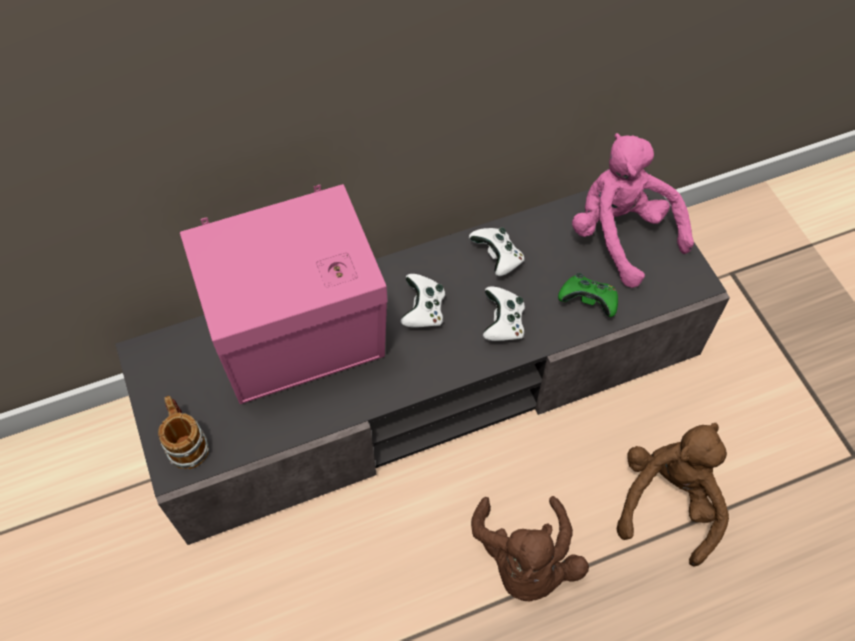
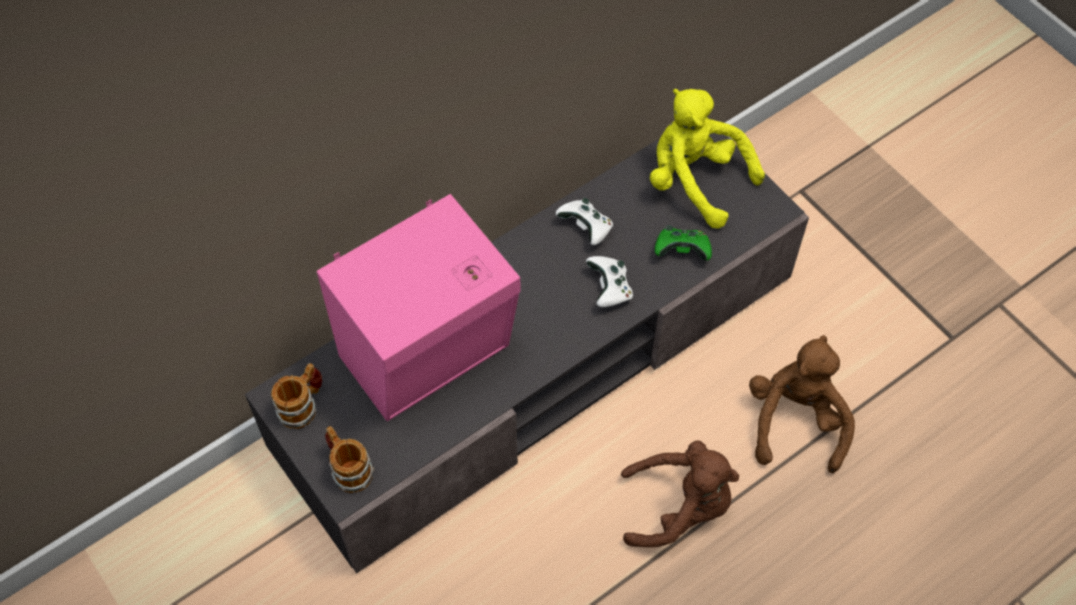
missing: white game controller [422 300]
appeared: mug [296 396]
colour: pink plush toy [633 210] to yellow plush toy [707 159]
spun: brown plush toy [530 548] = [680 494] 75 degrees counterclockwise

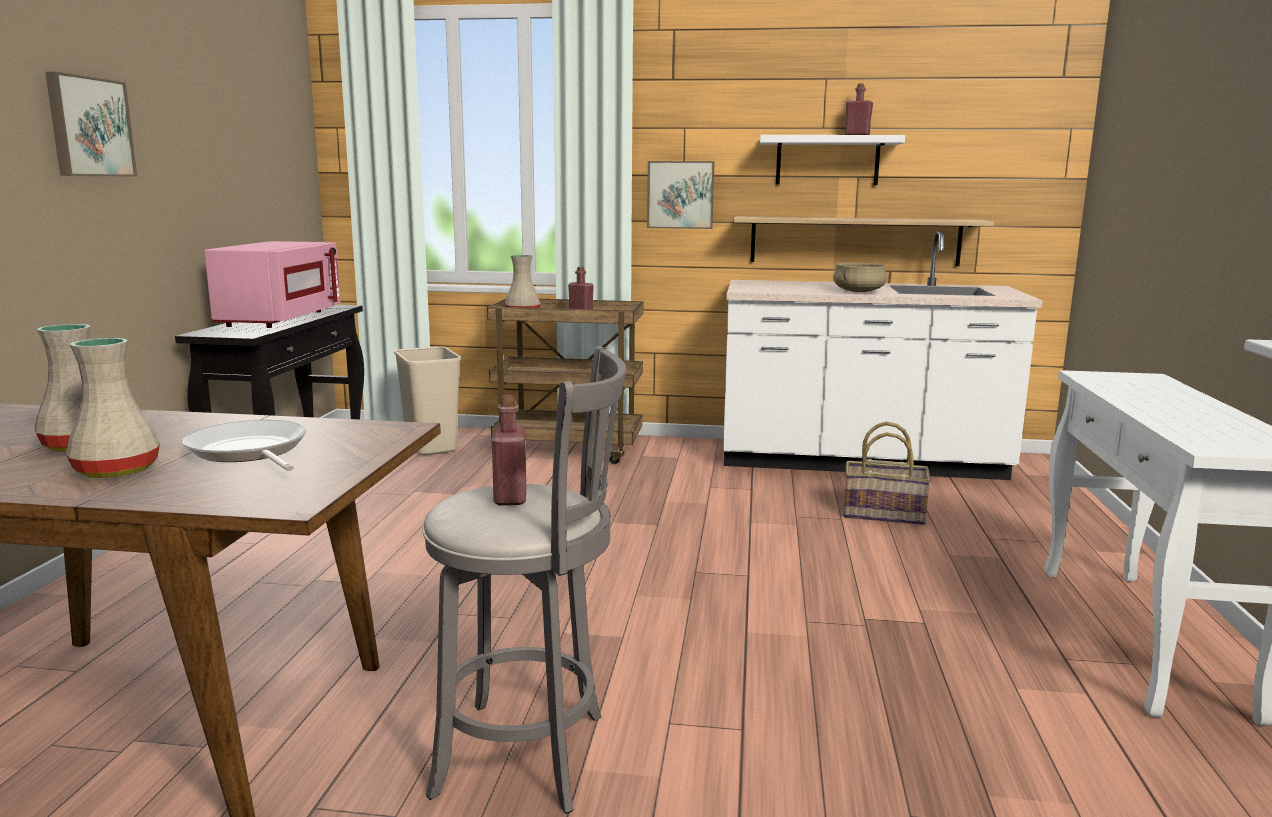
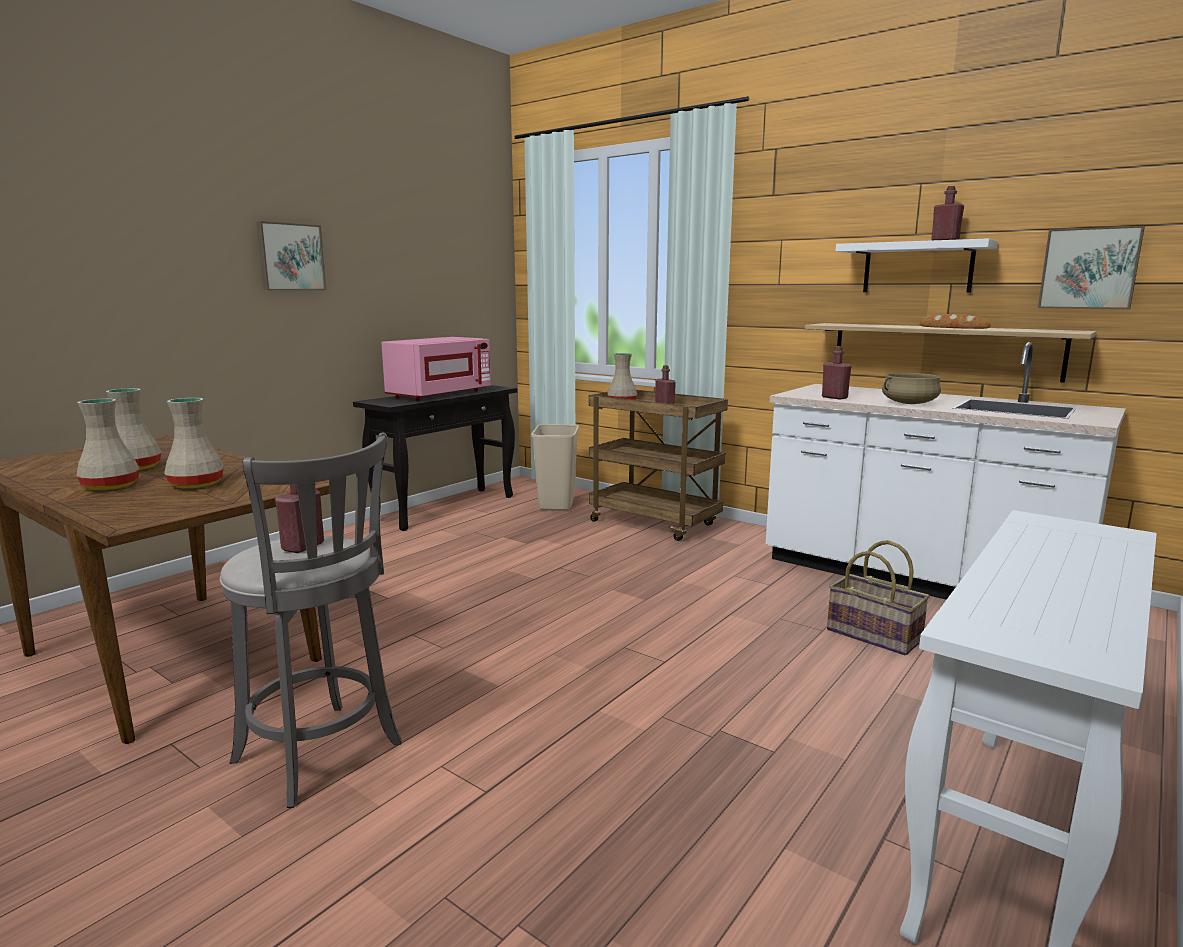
appeared: red bottle [836 372]; bread [955 321]
relocated: picture [680 195] to [1091 267]
exchanged: frying pan [244 445] to beige vase [194 443]

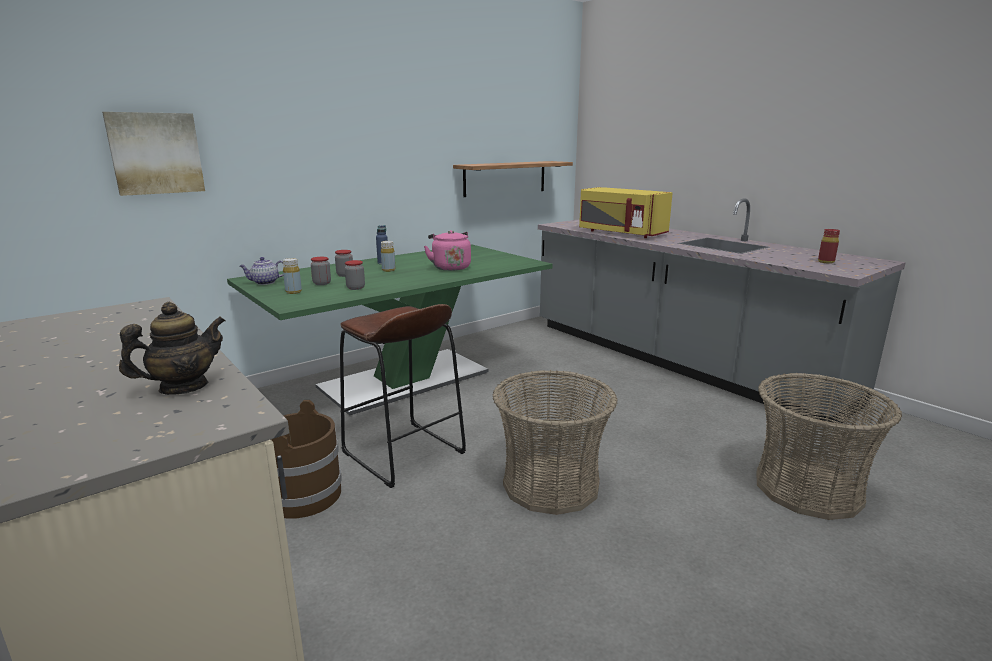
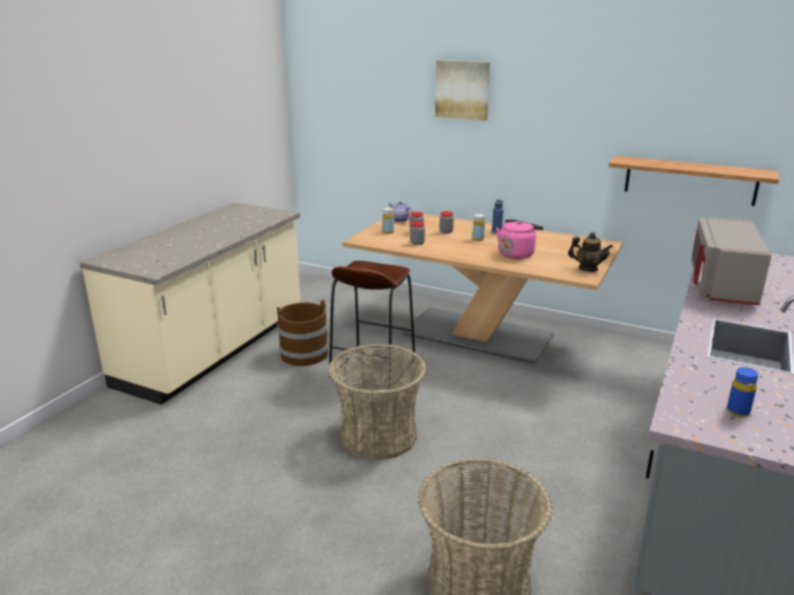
relocated: picture [153 154] to [462 90]; teapot [172 348] to [590 252]
colour: green dining table [390 329] to beige dining table [482 288]; yellow microwave [626 212] to grey microwave [731 261]; red bottle [829 246] to blue bottle [742 392]

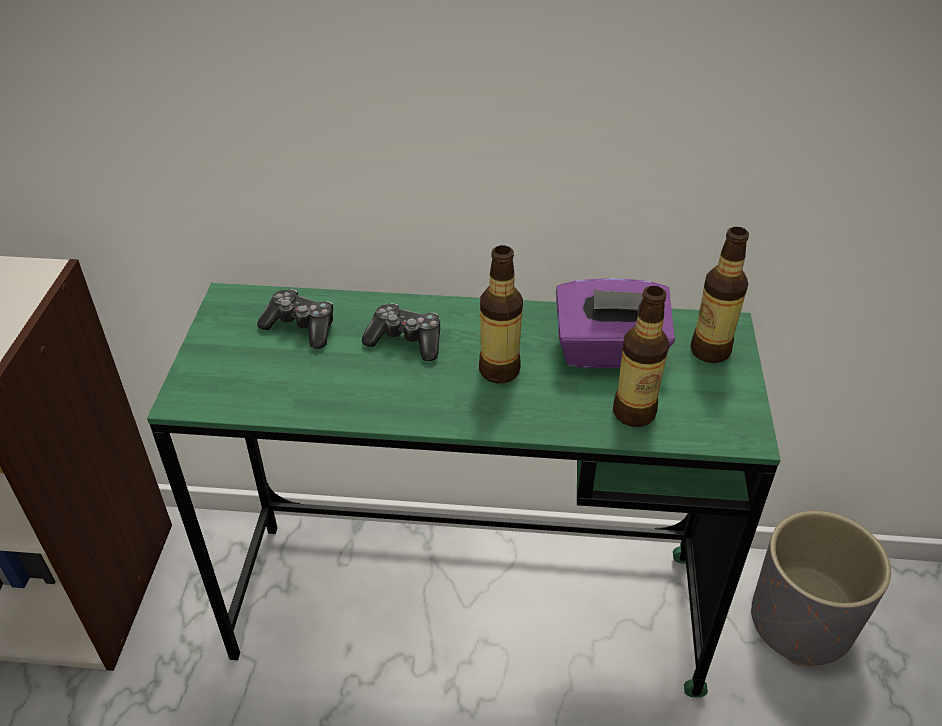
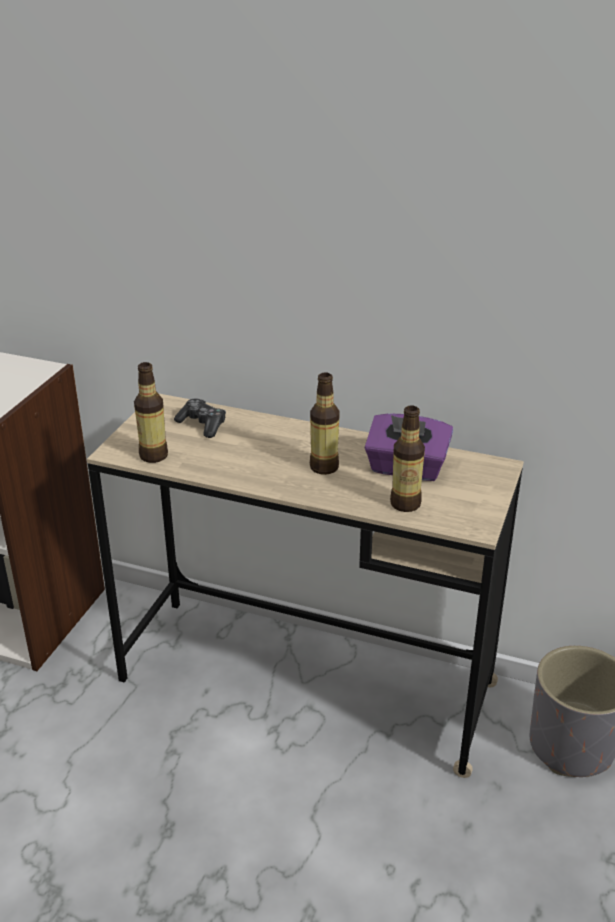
missing: game controller [401 332]
relocated: bottle [719 295] to [151 412]
colour: green desk [464 490] to beige desk [305 585]

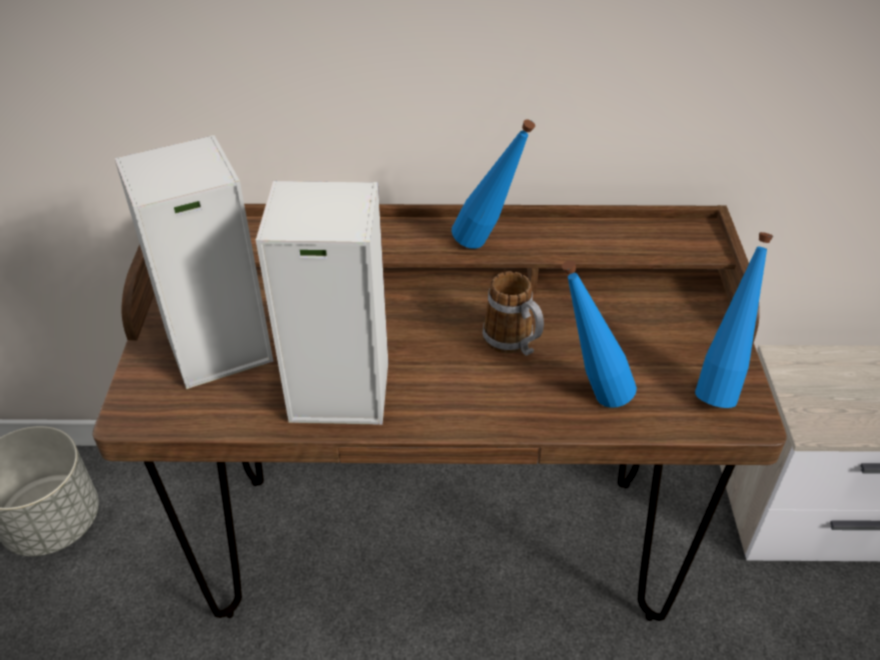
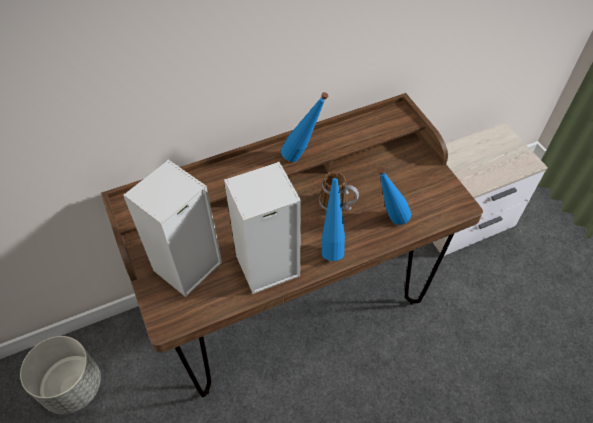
relocated: blue bottle [734 320] to [333 216]

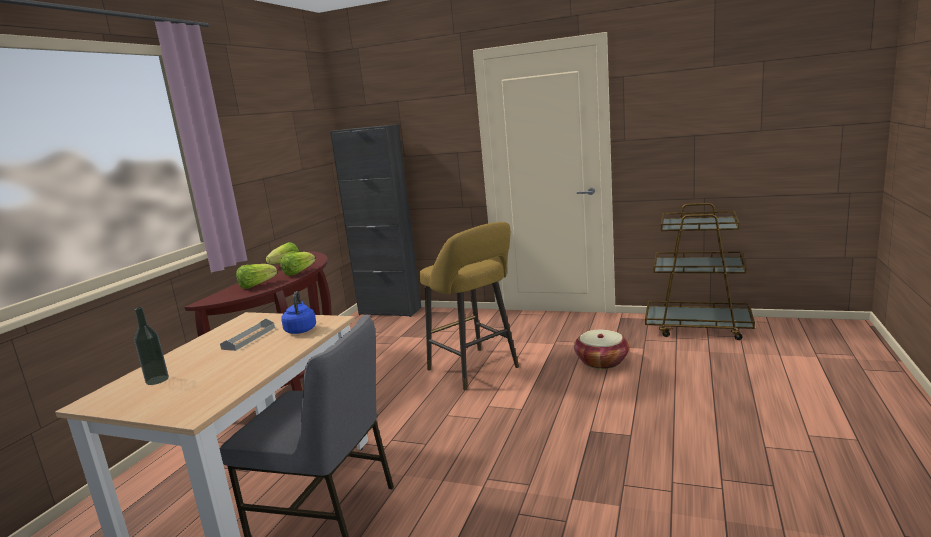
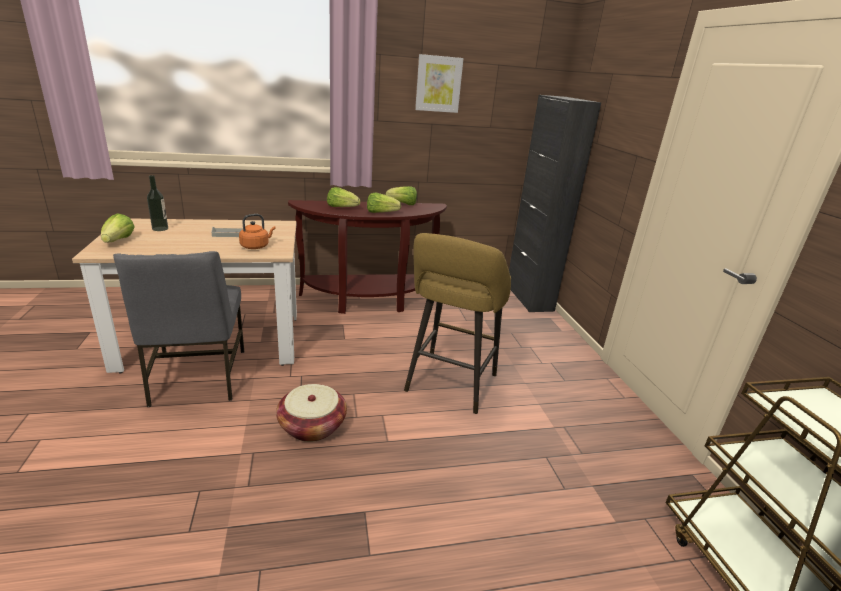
appeared: lettuce [118 228]; picture [439 83]
relocated: basket [601 349] to [311 413]
colour: blue kettle [298 312] to orange kettle [257 231]

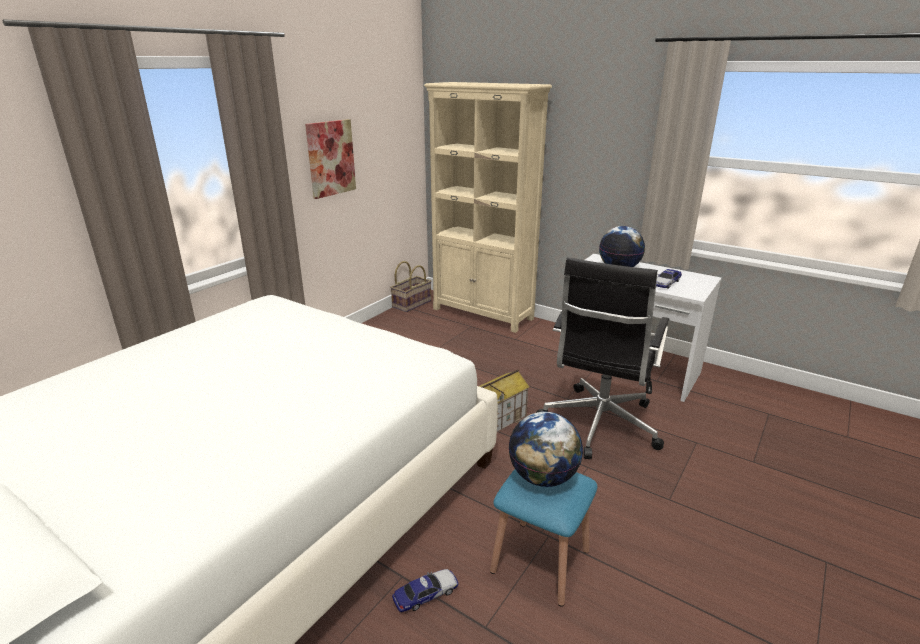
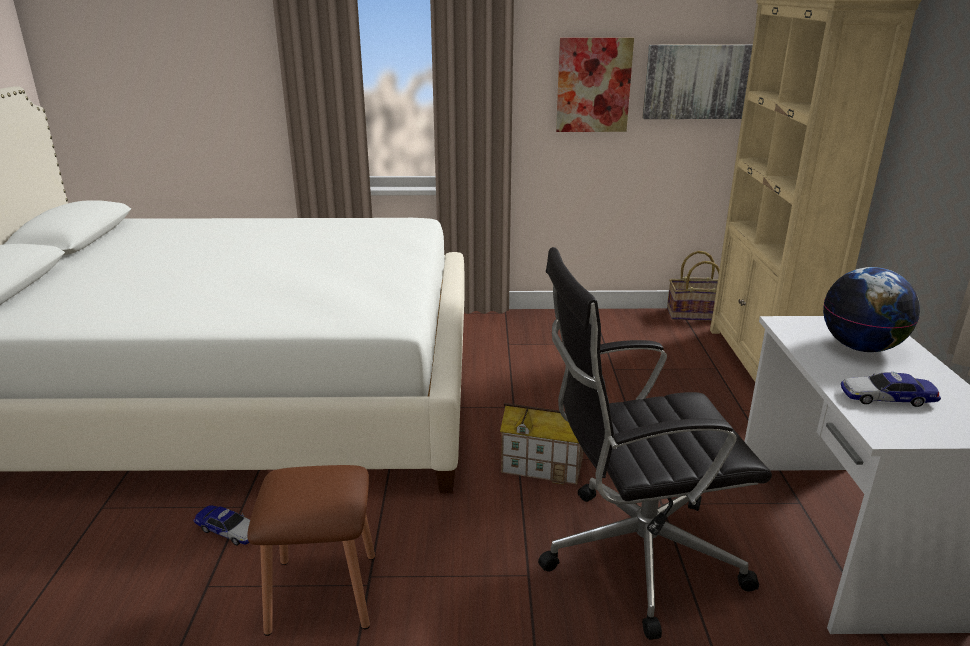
missing: globe [546 449]
appeared: picture [697 82]
colour: blue stool [543 538] to brown stool [311 550]

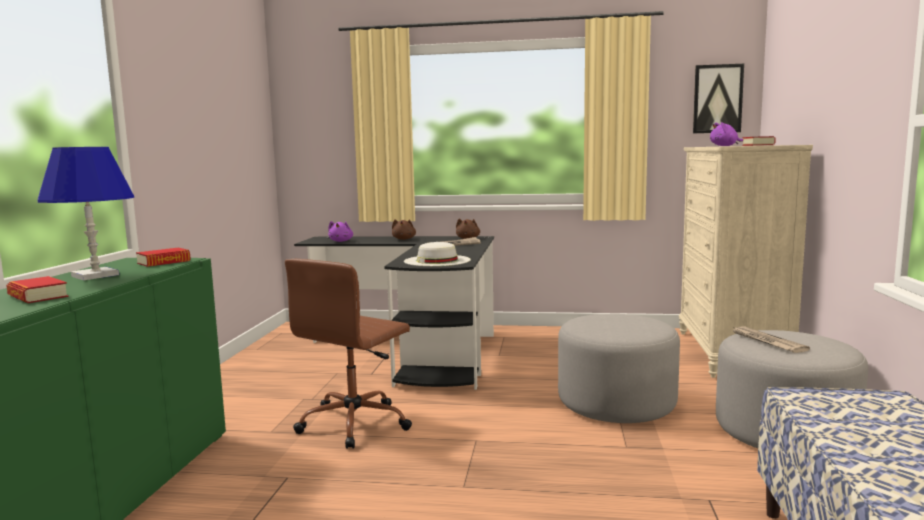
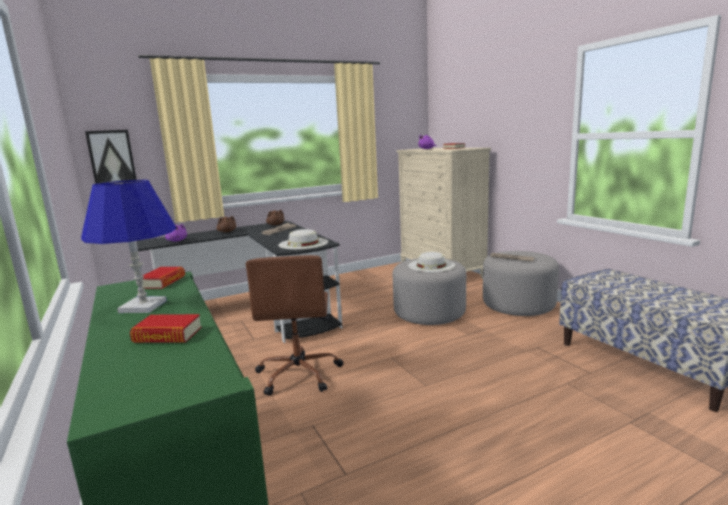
appeared: white hat [431 262]
relocated: picture [718 98] to [110 157]

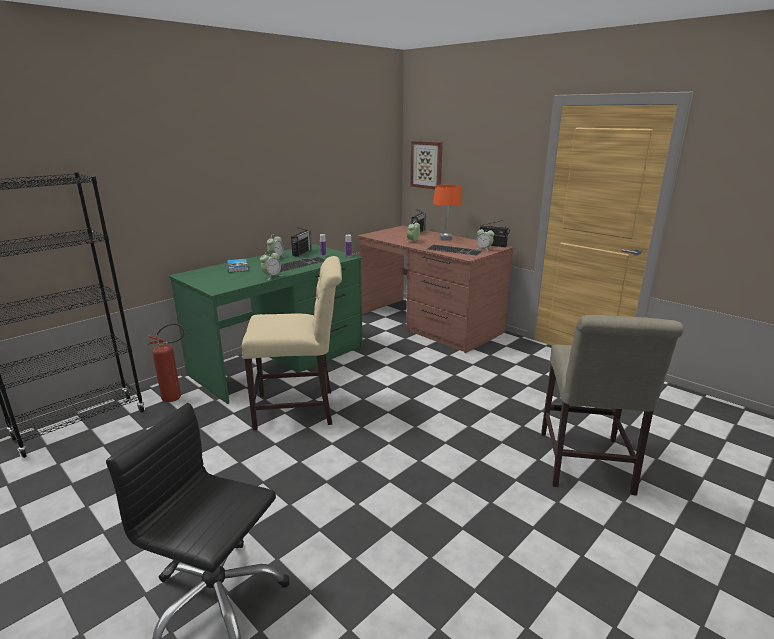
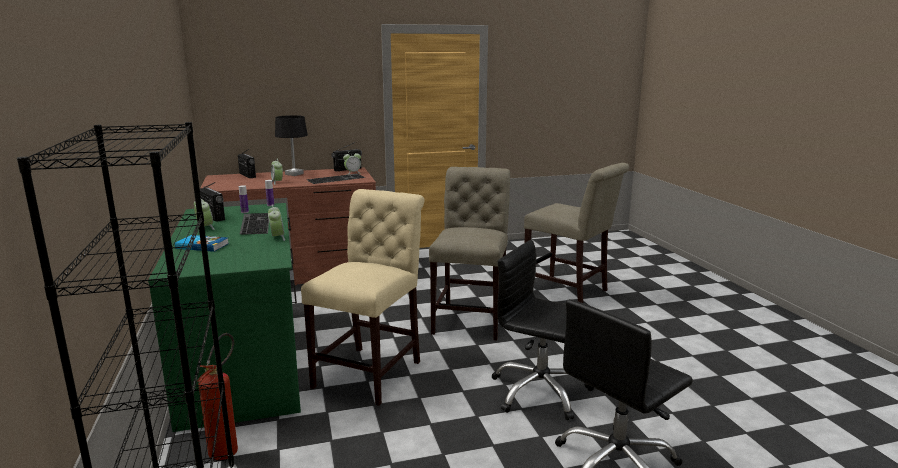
missing: picture [426 165]
appeared: beige chair [469 253]; black office chair [543 330]
colour: orange table lamp [447 212] to black table lamp [291 145]

